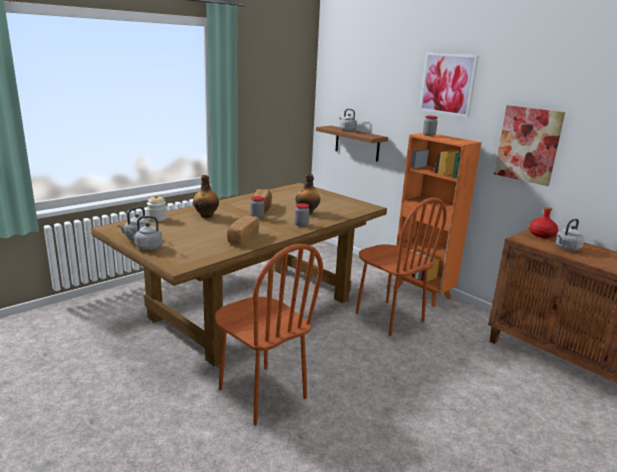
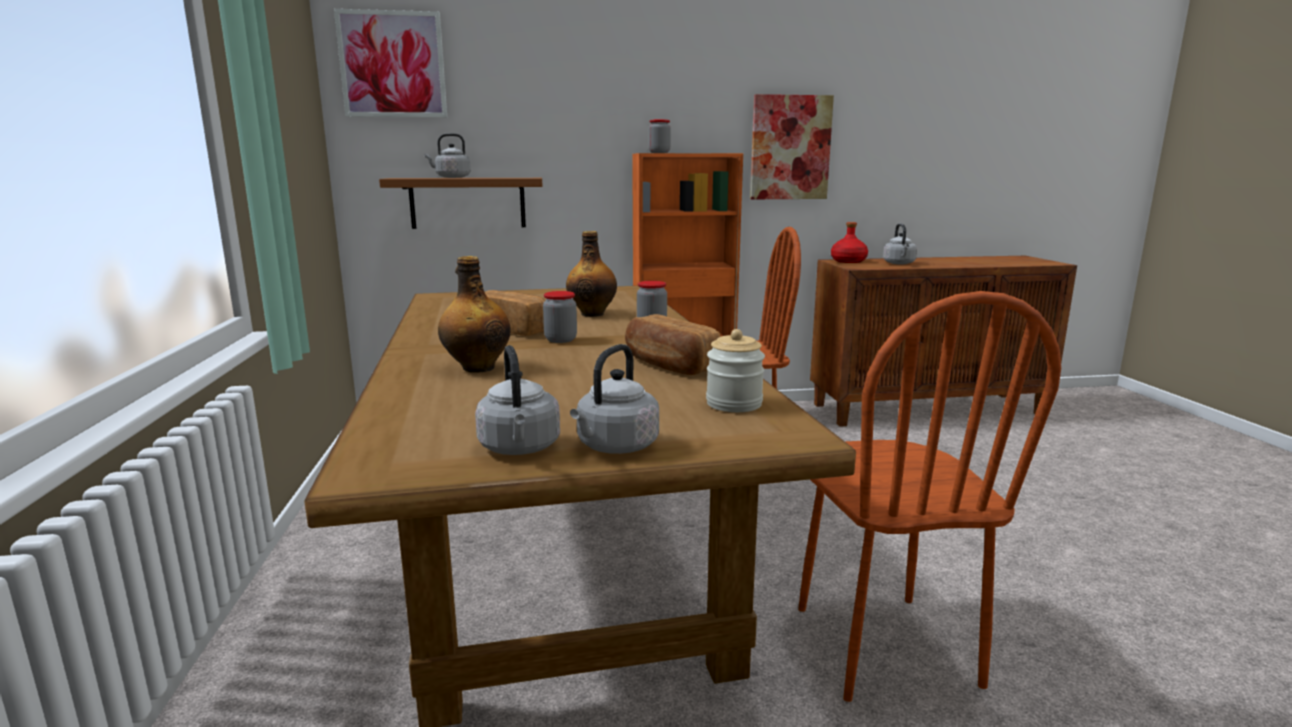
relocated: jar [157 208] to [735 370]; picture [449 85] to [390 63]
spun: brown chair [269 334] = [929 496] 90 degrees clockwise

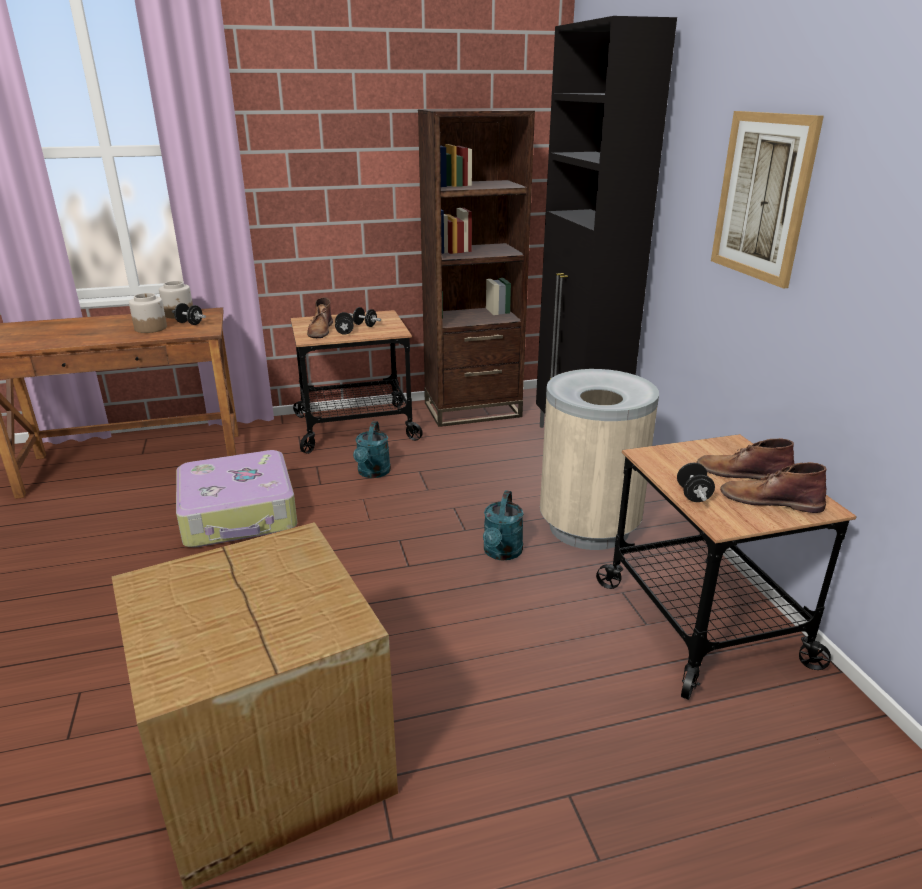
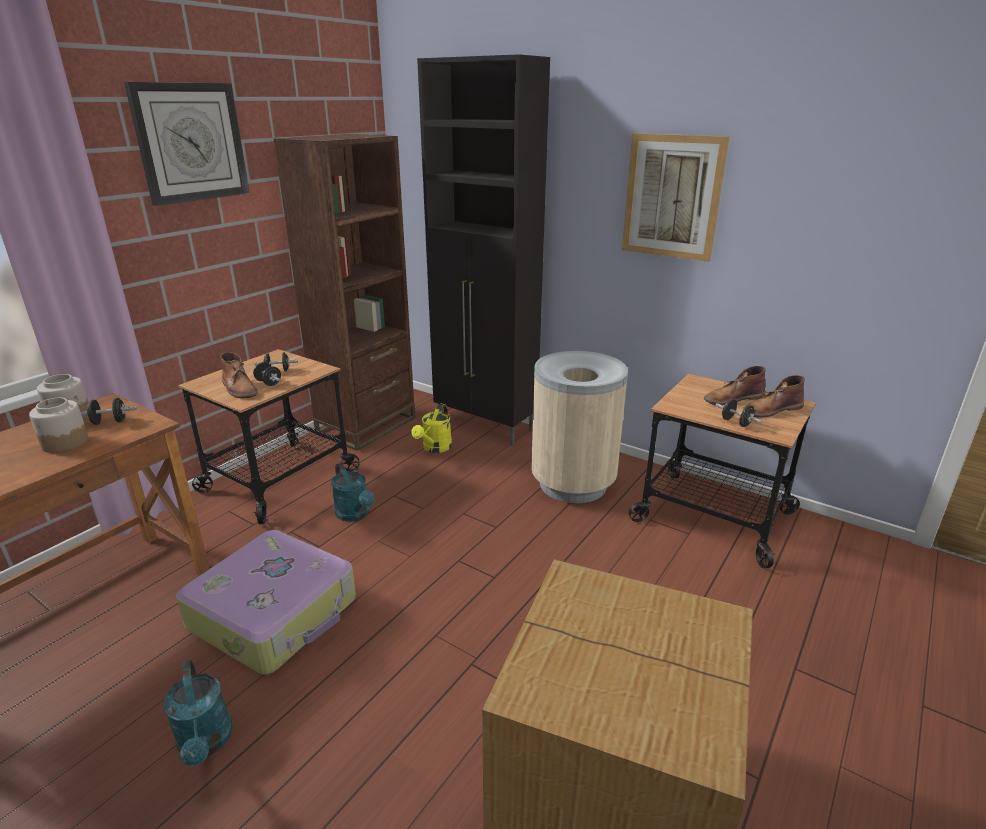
appeared: wall clock [186 144]; yellow watering can [431 428]
relocated: turquoise watering can [503 525] to [198 713]

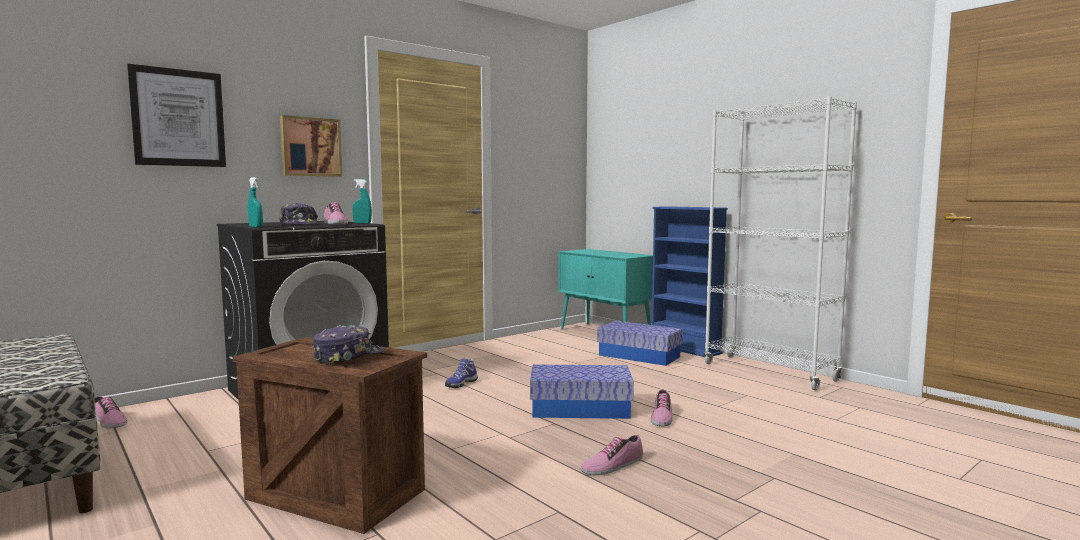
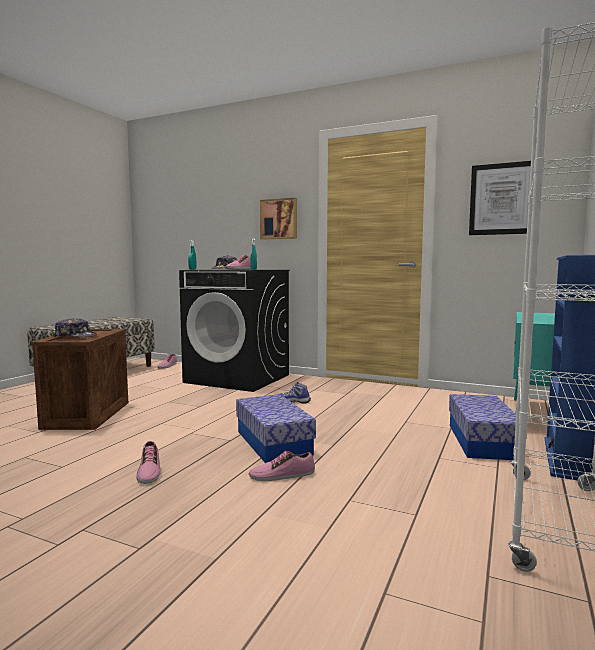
relocated: picture [176 115] to [500 198]
spun: shoe [612 455] = [148 462] 135 degrees counterclockwise

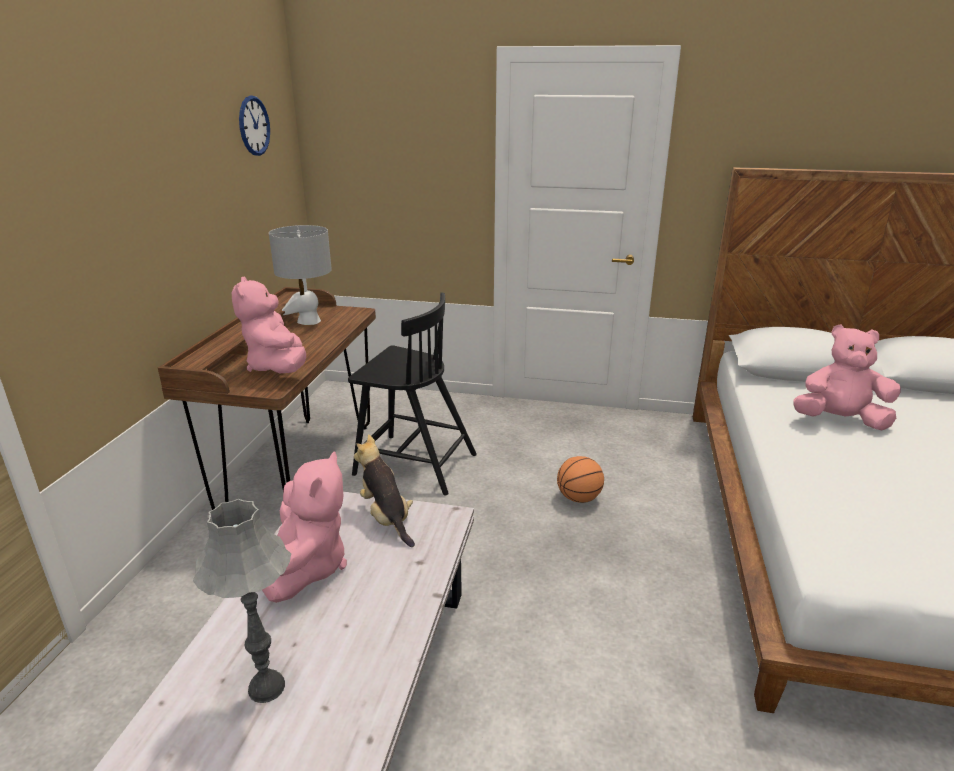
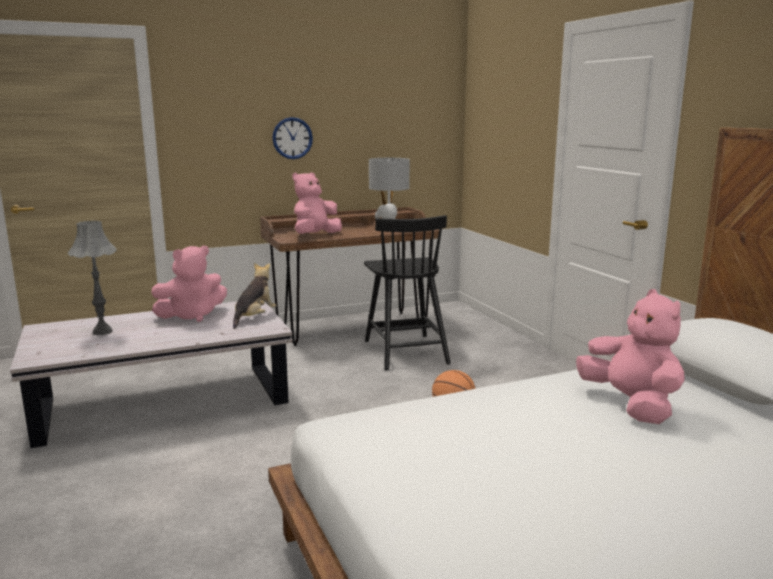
relocated: wall clock [254 126] to [292 138]

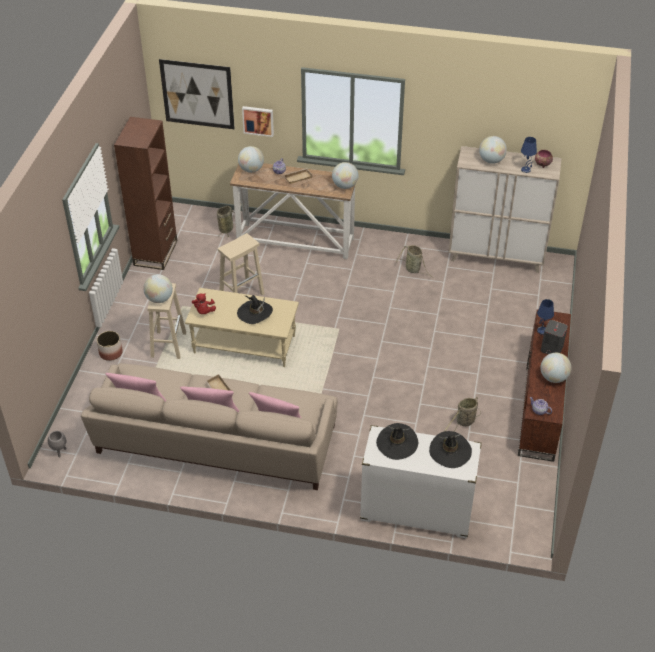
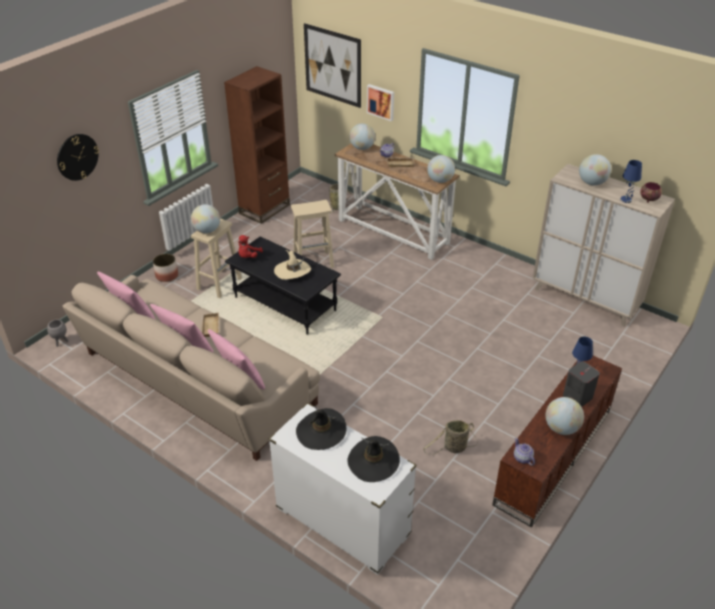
missing: basket [414 261]
appeared: wall clock [78 157]
colour: beige coffee table [242 327] to black coffee table [283 285]; black hat [255 309] to beige hat [292 265]

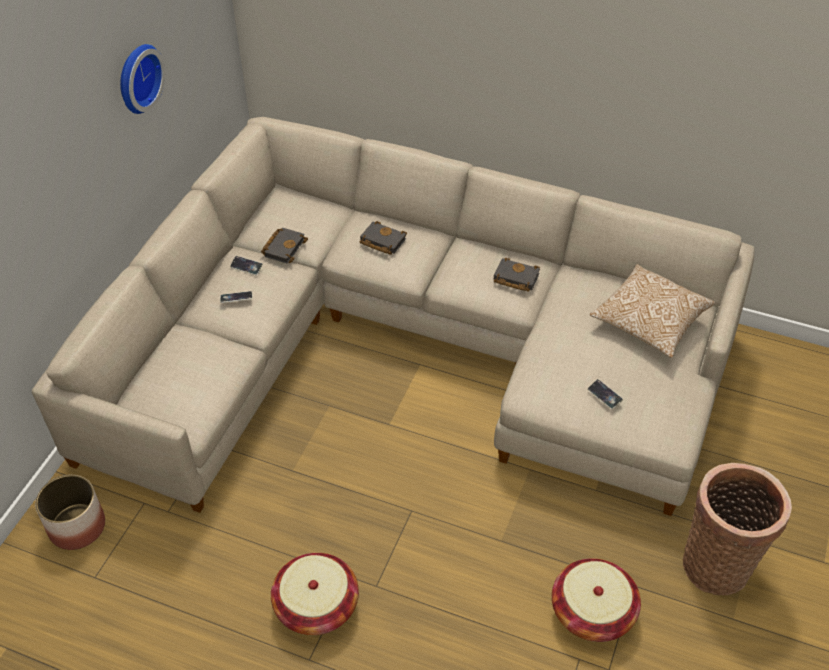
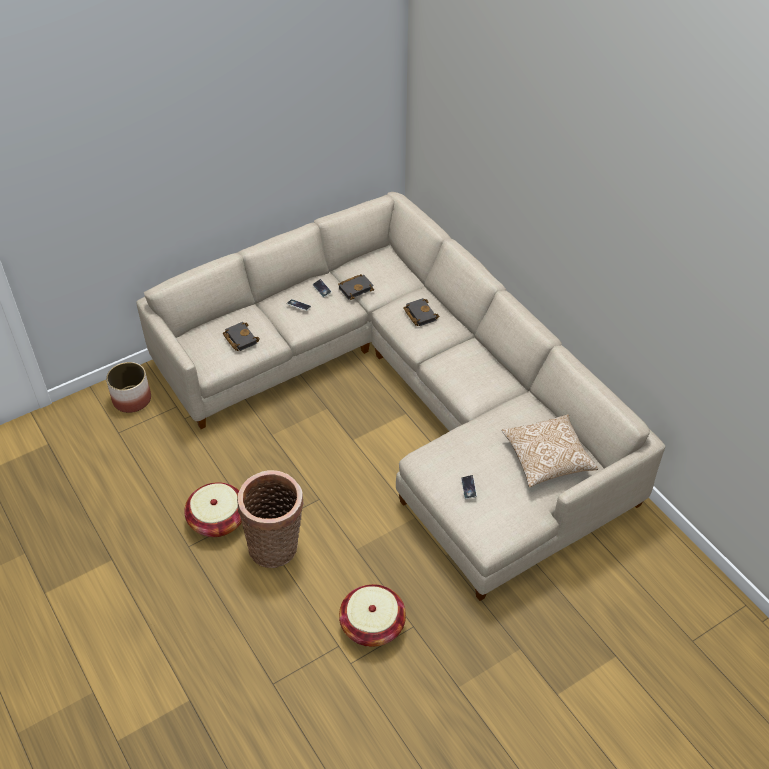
missing: wall clock [142 79]
relocated: black book [517 275] to [241 336]; basket [737 529] to [270 519]

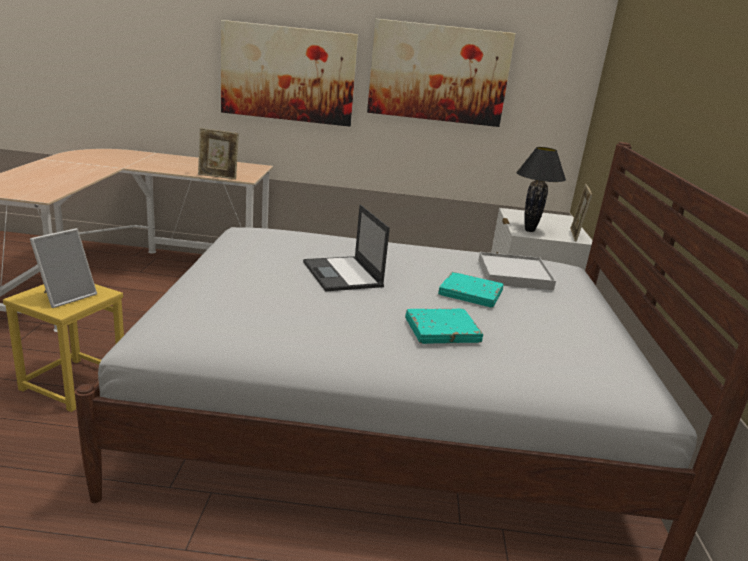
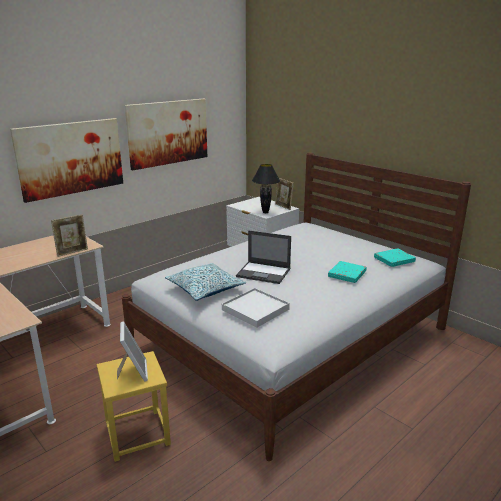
appeared: pillow [205 282]
relocated: turquoise book [471 289] to [395 257]; white tray [517 271] to [256 308]

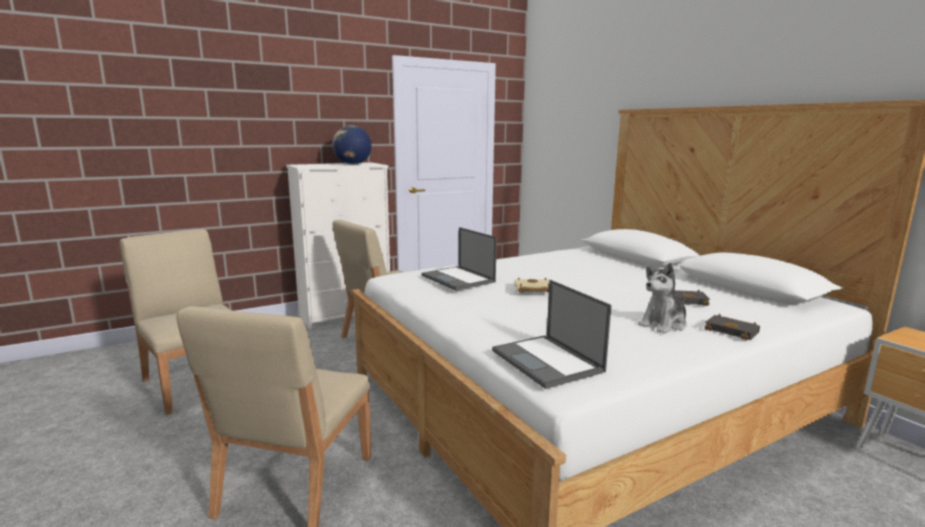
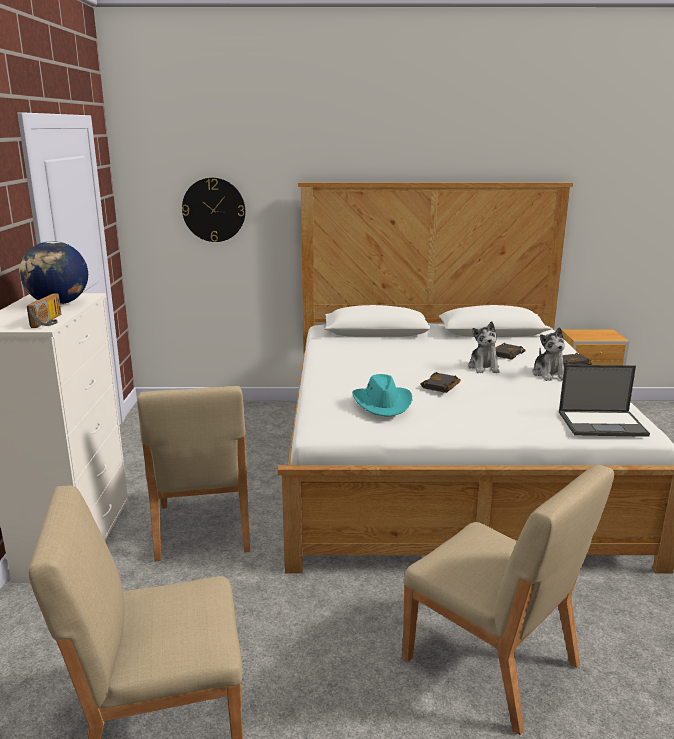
appeared: radio [44 310]; wall clock [213 210]; plush toy [484 347]
exchanged: laptop [459 259] to turquoise hat [382 395]
colour: beige book [532 285] to black book [441 382]

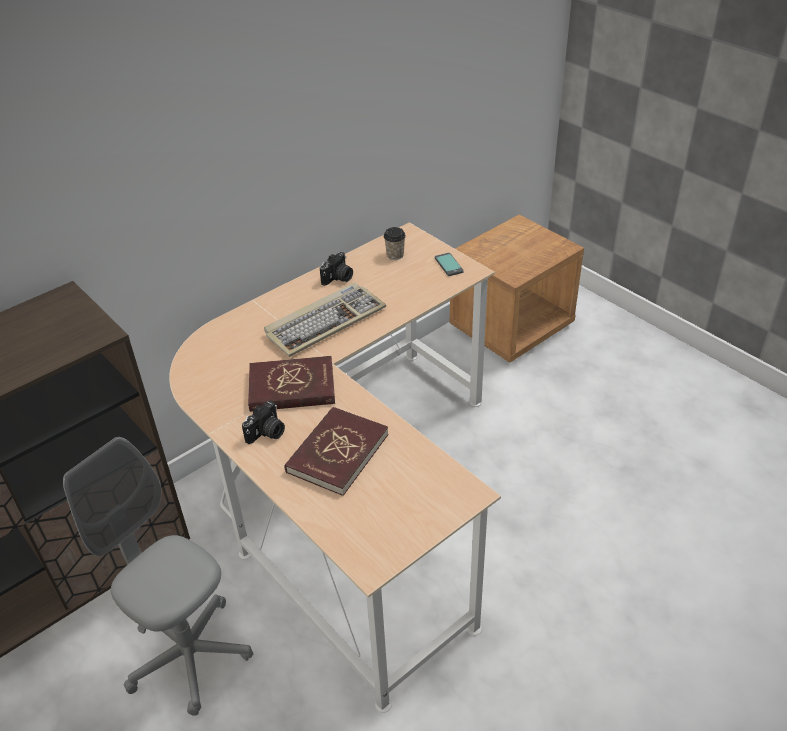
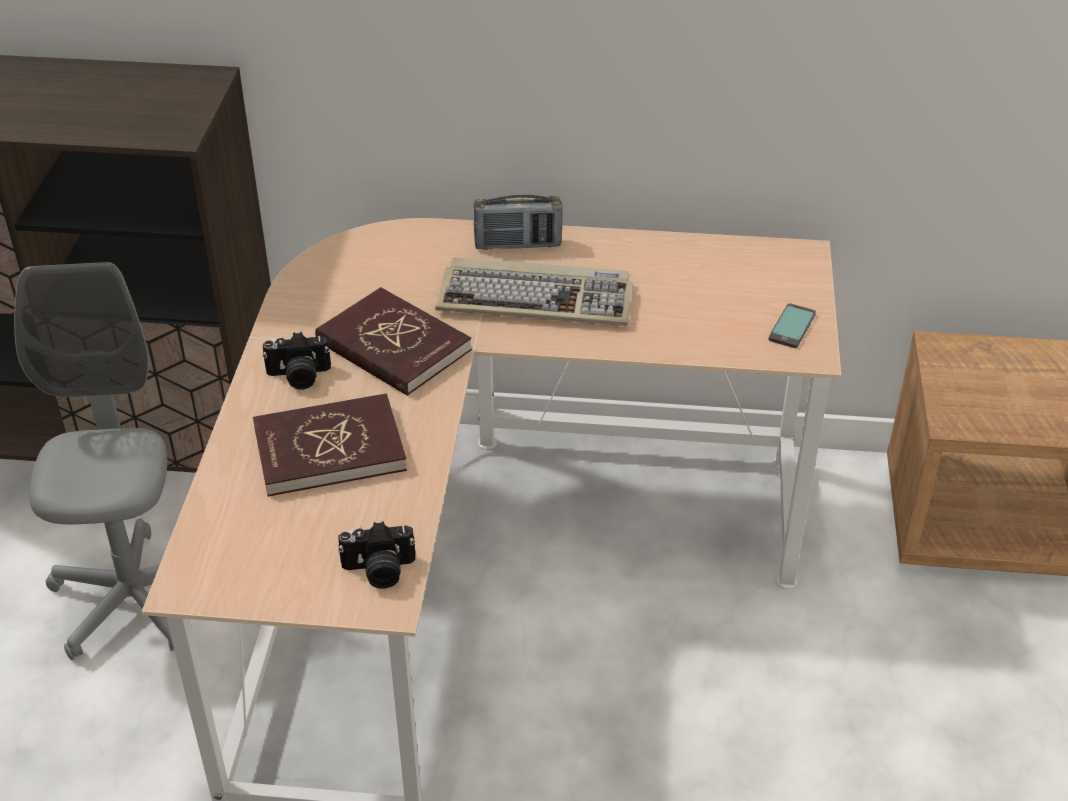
missing: cup [395 243]
appeared: radio [518 222]
relocated: photo camera [336 269] to [377 555]

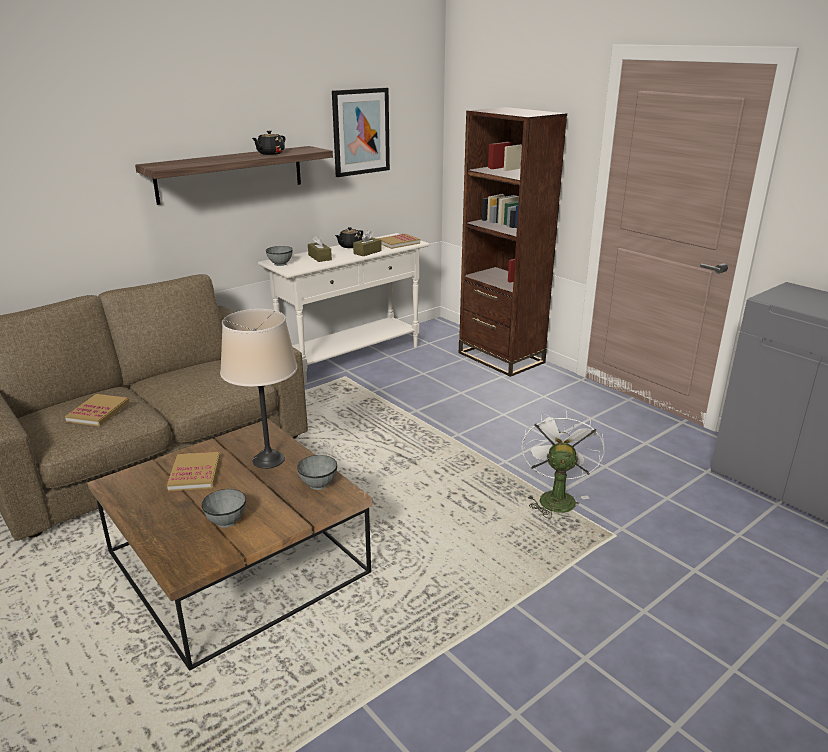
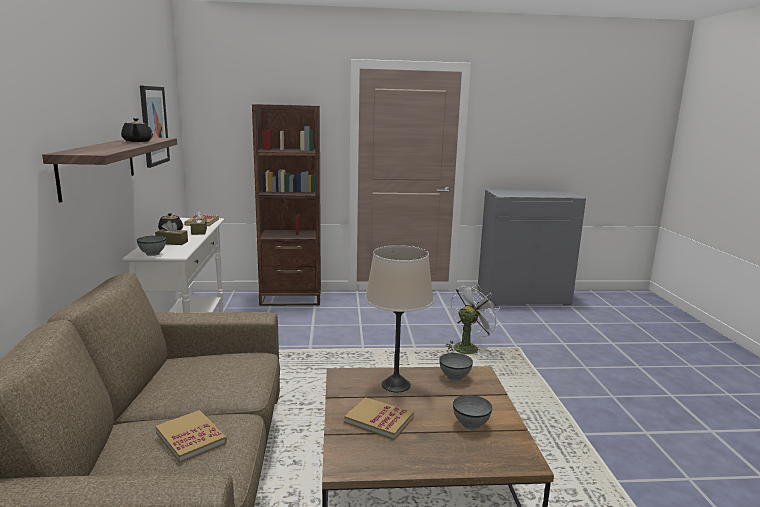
spun: white fan [562 463] = [473 319] 90 degrees clockwise

